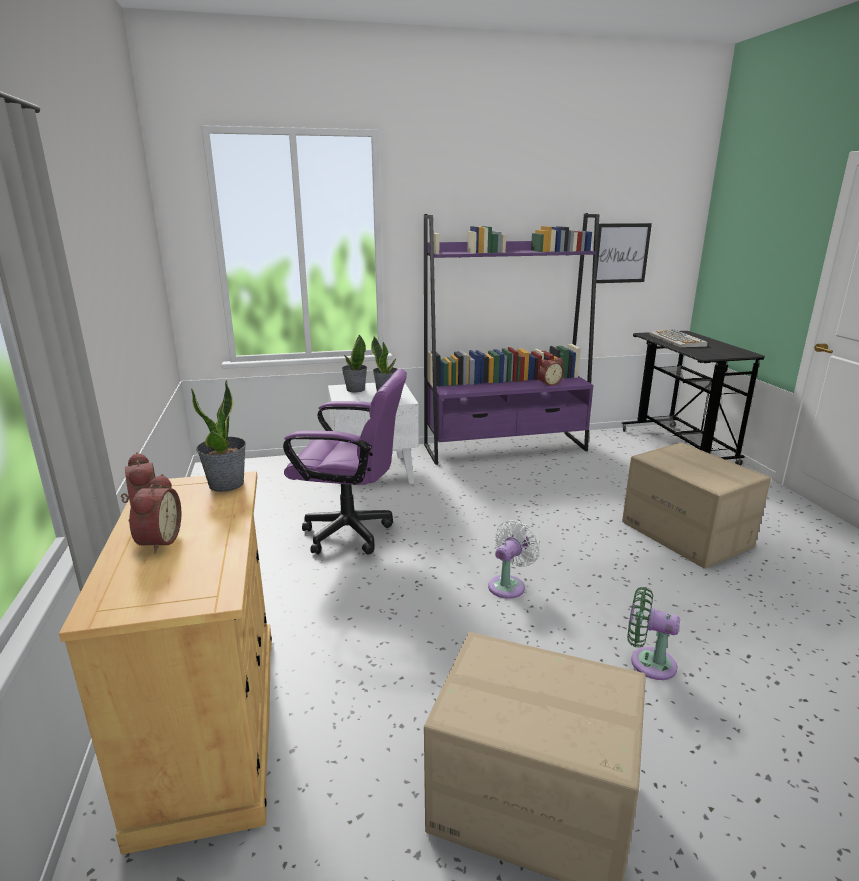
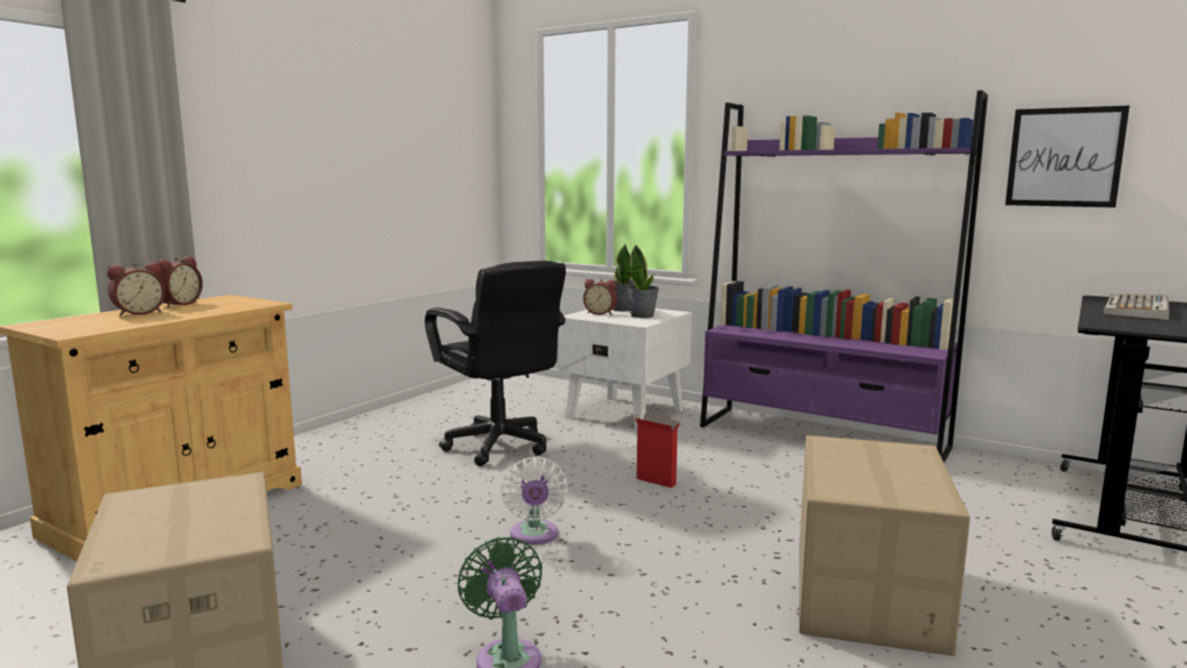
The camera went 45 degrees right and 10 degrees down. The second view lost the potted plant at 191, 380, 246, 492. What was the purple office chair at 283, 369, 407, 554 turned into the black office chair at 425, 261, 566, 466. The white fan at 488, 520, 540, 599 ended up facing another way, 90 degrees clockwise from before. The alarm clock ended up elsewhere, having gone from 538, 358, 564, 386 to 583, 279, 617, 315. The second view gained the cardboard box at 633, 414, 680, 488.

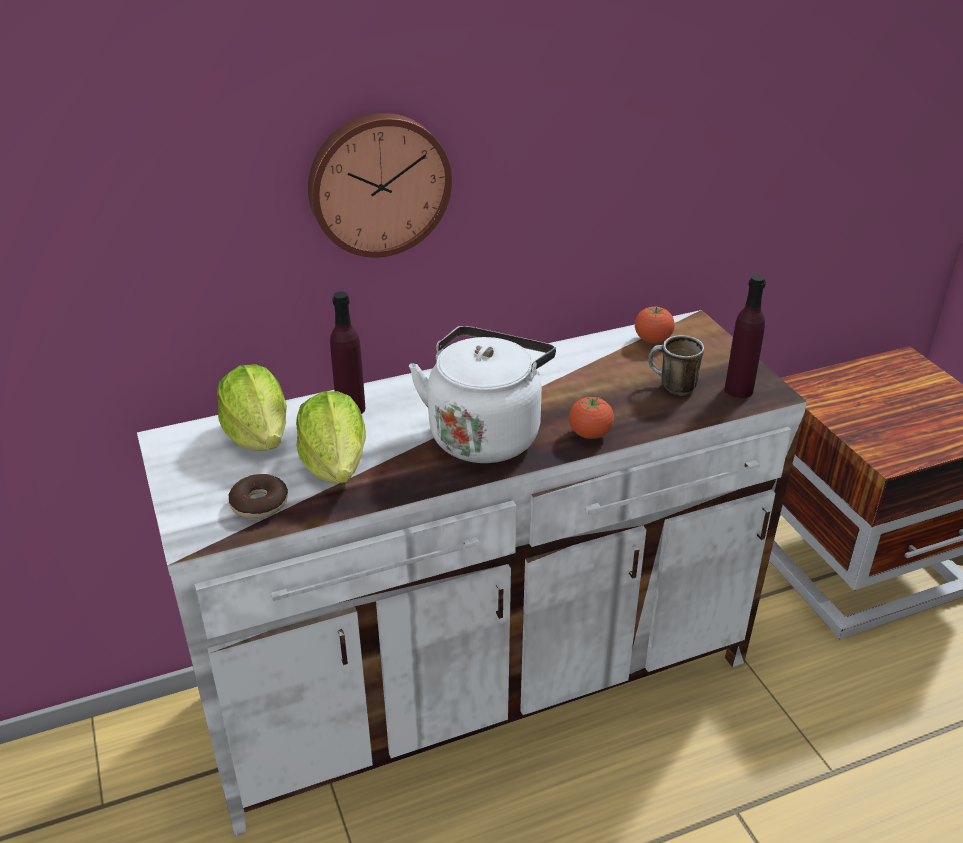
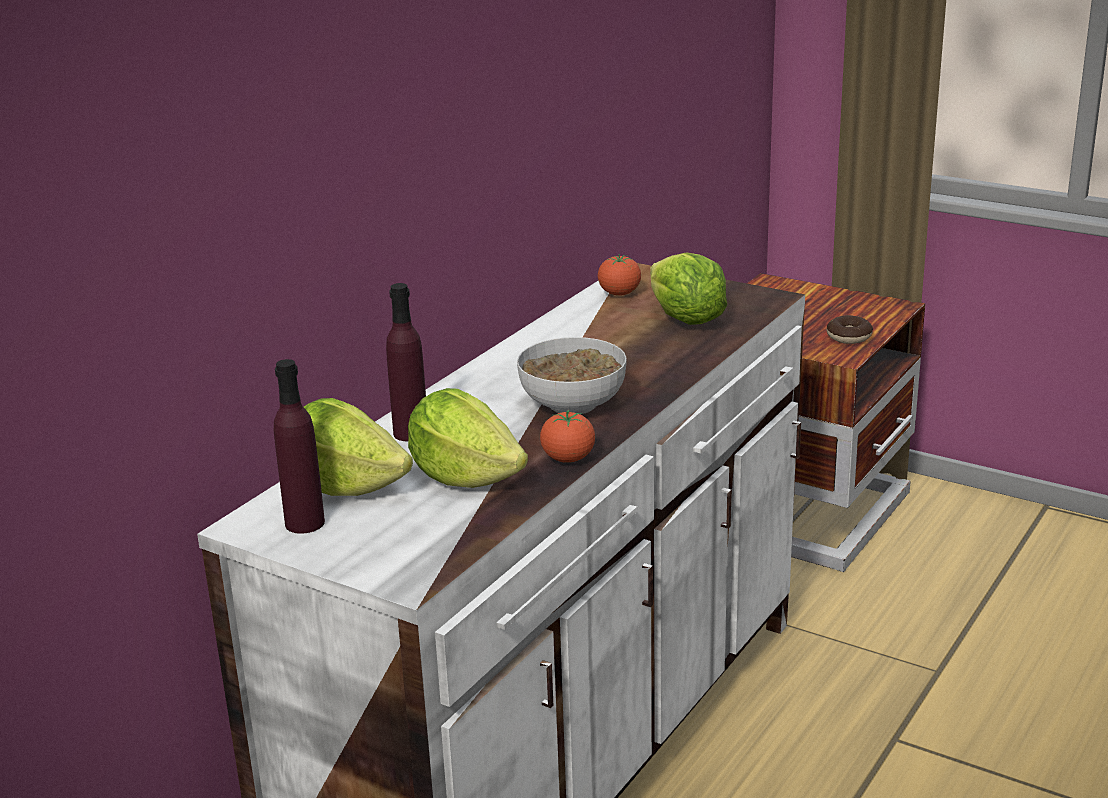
The camera went 35 degrees left and 10 degrees down. The donut ended up elsewhere, having gone from 229, 474, 288, 519 to 827, 315, 873, 344. The second view lost the wall clock at 308, 113, 452, 258. Where the white kettle stood at 409, 326, 556, 463, the bowl came to stand at 517, 337, 627, 415. The tomato ended up elsewhere, having gone from 569, 396, 614, 439 to 540, 409, 595, 463. Where the mug stood at 648, 335, 704, 395, the lettuce came to stand at 650, 252, 727, 325. The purple bottle ended up elsewhere, having gone from 725, 274, 766, 398 to 274, 359, 325, 534.

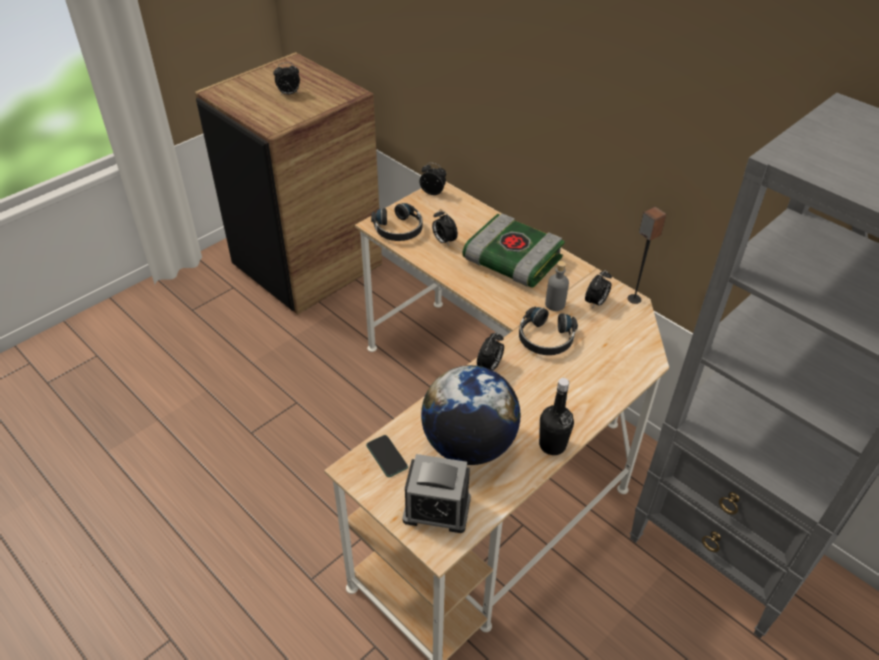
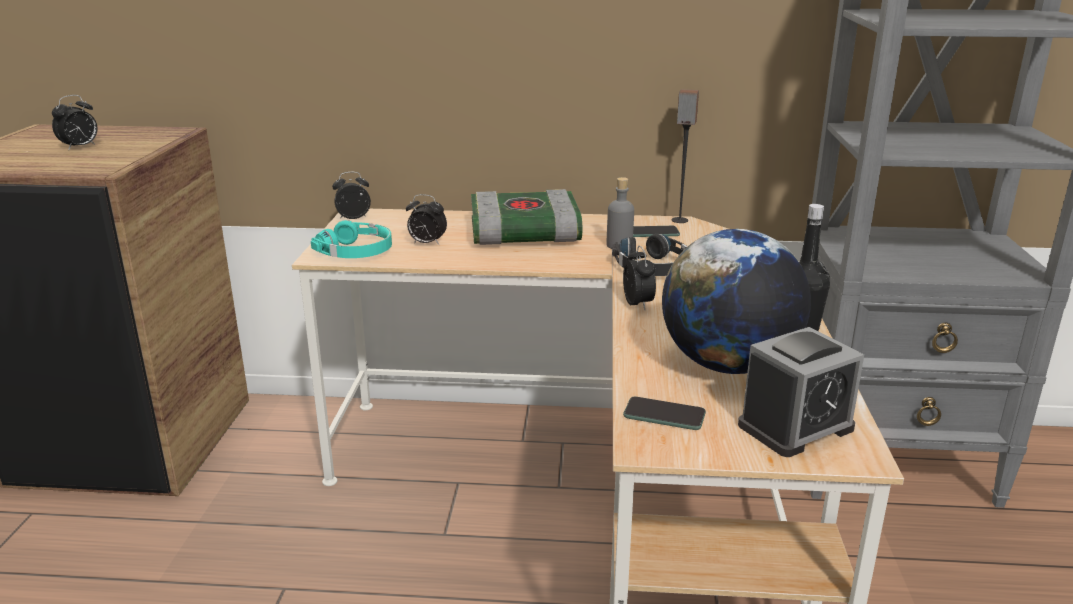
The camera went 40 degrees left and 20 degrees down. What was the black headphones at 371, 203, 423, 241 turned into the turquoise headphones at 311, 220, 392, 258. Where the alarm clock stood at 585, 270, 612, 309, the phone came to stand at 633, 226, 680, 237.

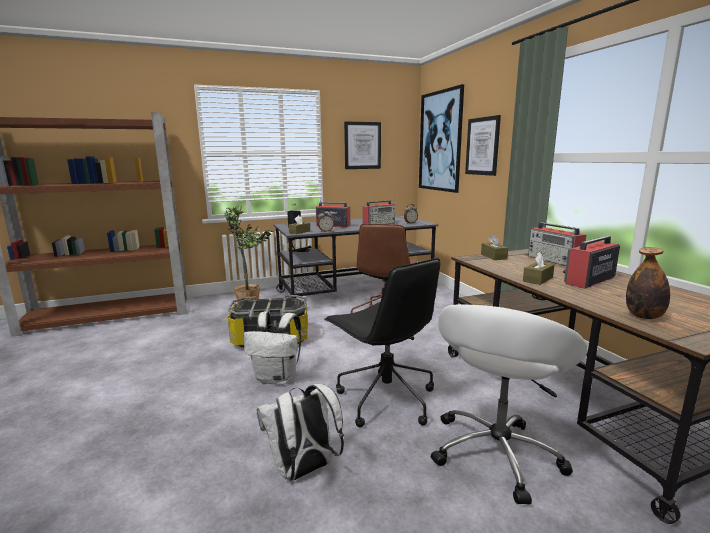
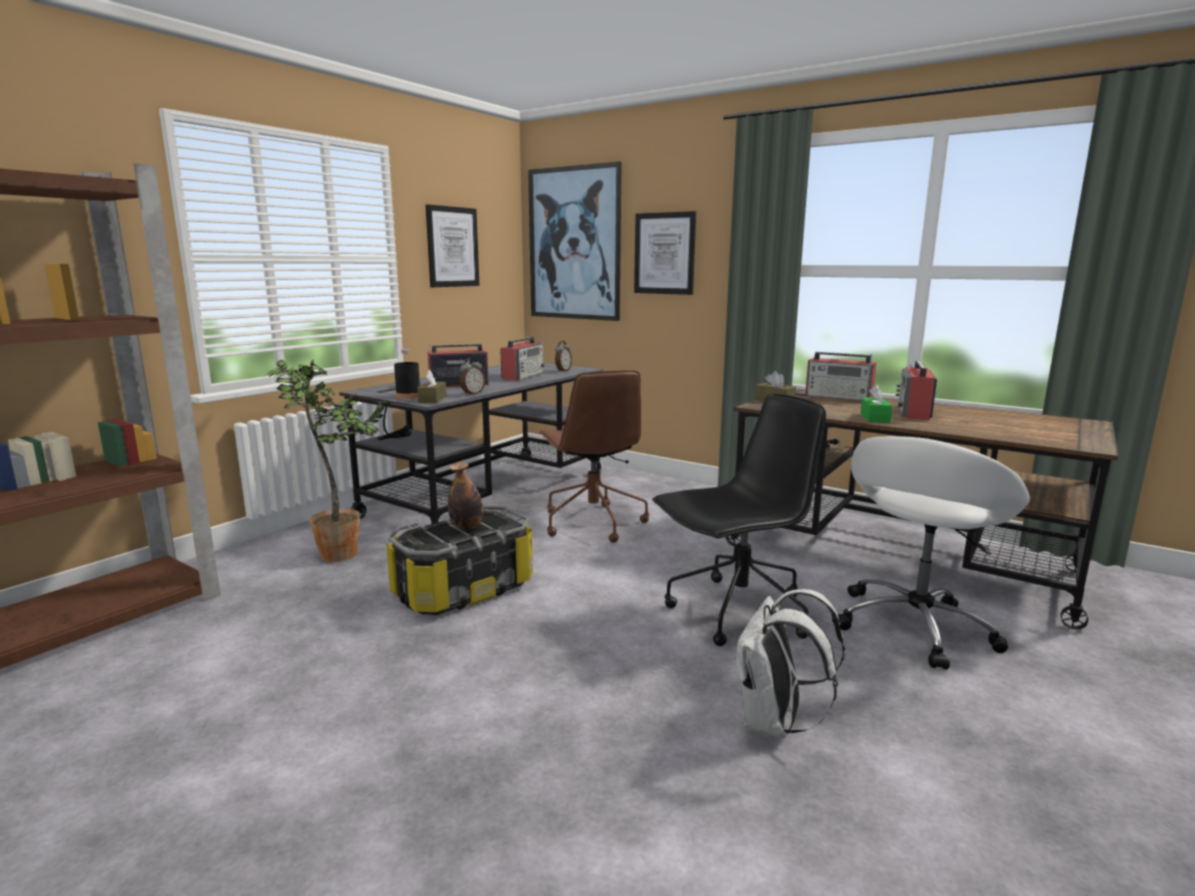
The camera went 35 degrees left and 0 degrees up. The second view lost the white backpack at 244, 312, 301, 385. The black office chair at 324, 258, 440, 427 ended up facing another way, 45 degrees counterclockwise from before. The white office chair at 430, 305, 588, 505 ended up facing another way, 45 degrees clockwise from before. What was the brown tissue box at 523, 252, 554, 285 turned into the green tissue box at 860, 385, 893, 423. The bottle ended up elsewhere, having gone from 626, 247, 670, 319 to 448, 462, 483, 530.

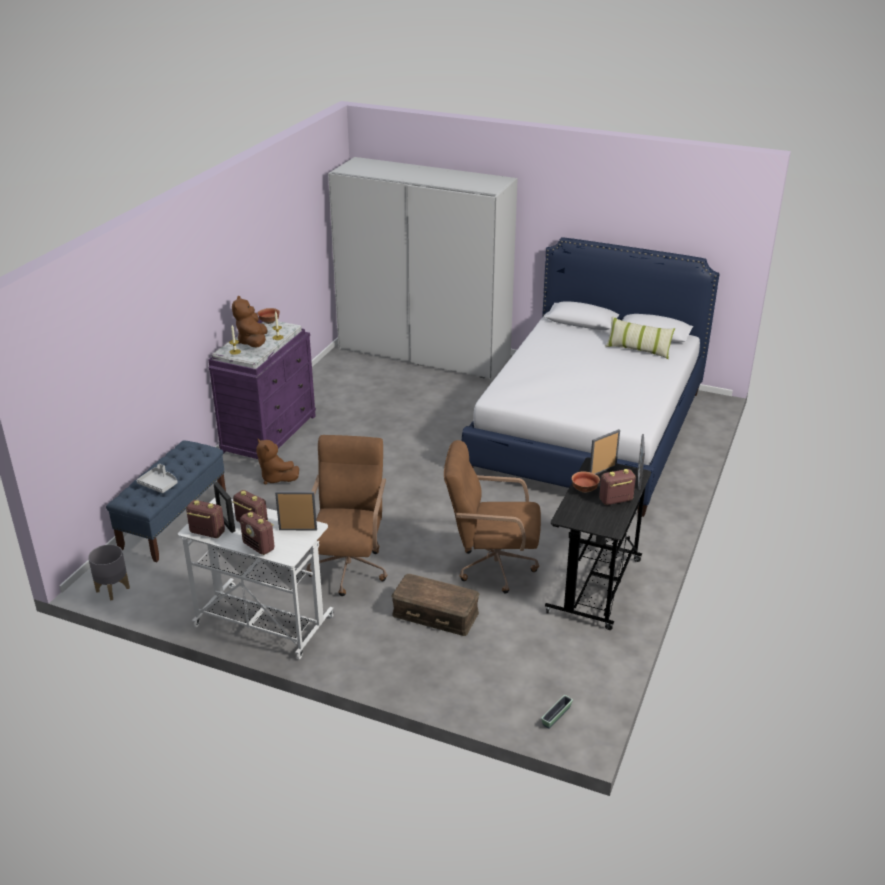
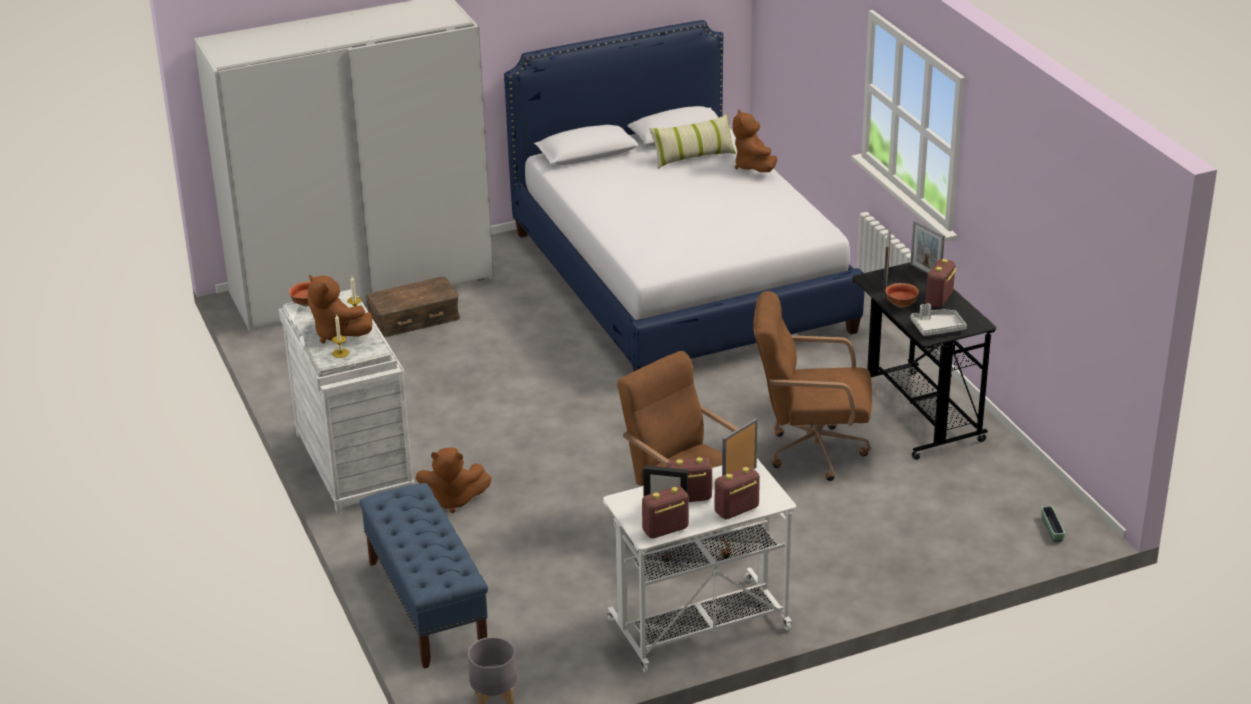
The camera went 45 degrees left and 0 degrees up. The grey tray ended up elsewhere, having gone from 136, 464, 178, 493 to 911, 304, 967, 336. What was the purple dresser at 209, 319, 316, 459 turned into the white dresser at 279, 289, 414, 514. The radio at 240, 511, 274, 555 ended up facing another way, 150 degrees clockwise from before. The brown storage box ended up elsewhere, having gone from 392, 574, 479, 636 to 365, 277, 460, 338. The brown office chair at 444, 440, 541, 594 ended up facing another way, 45 degrees clockwise from before. The second view gained the brown plush toy at 733, 109, 777, 172.

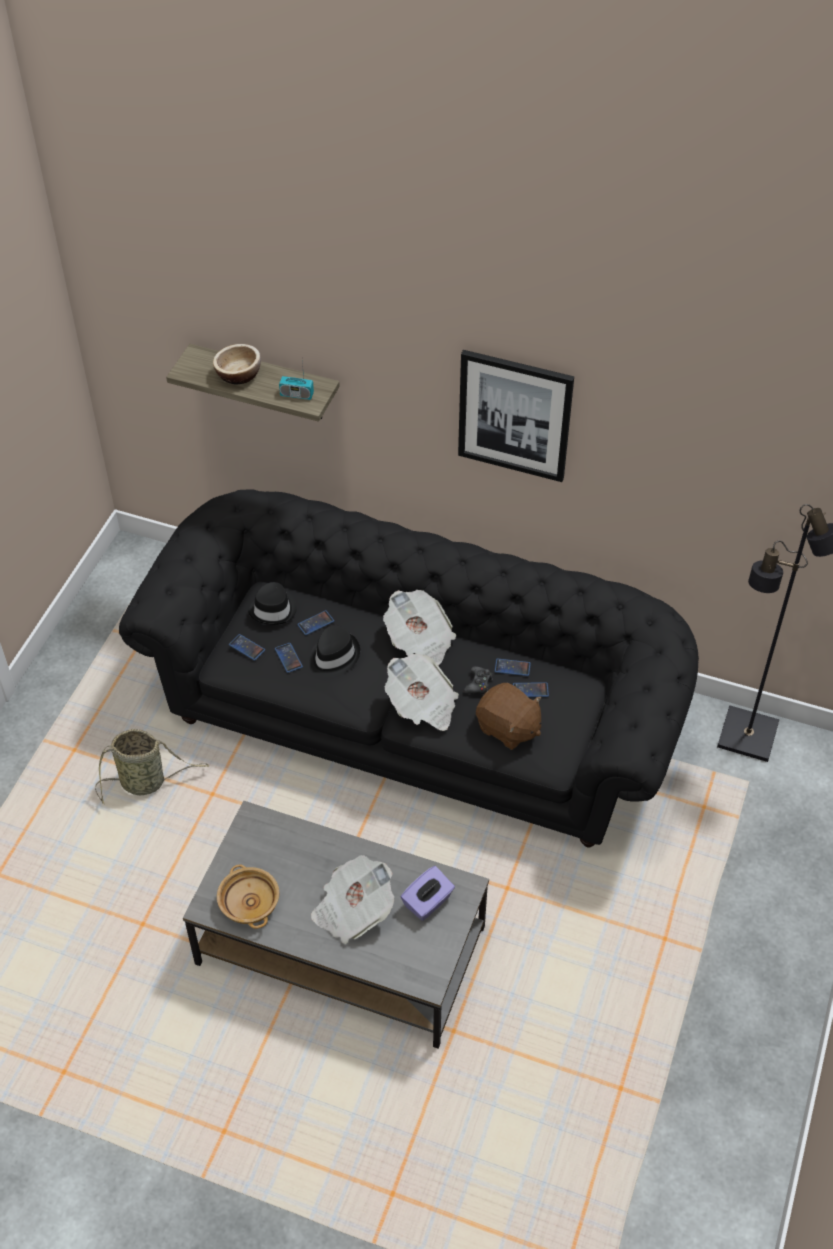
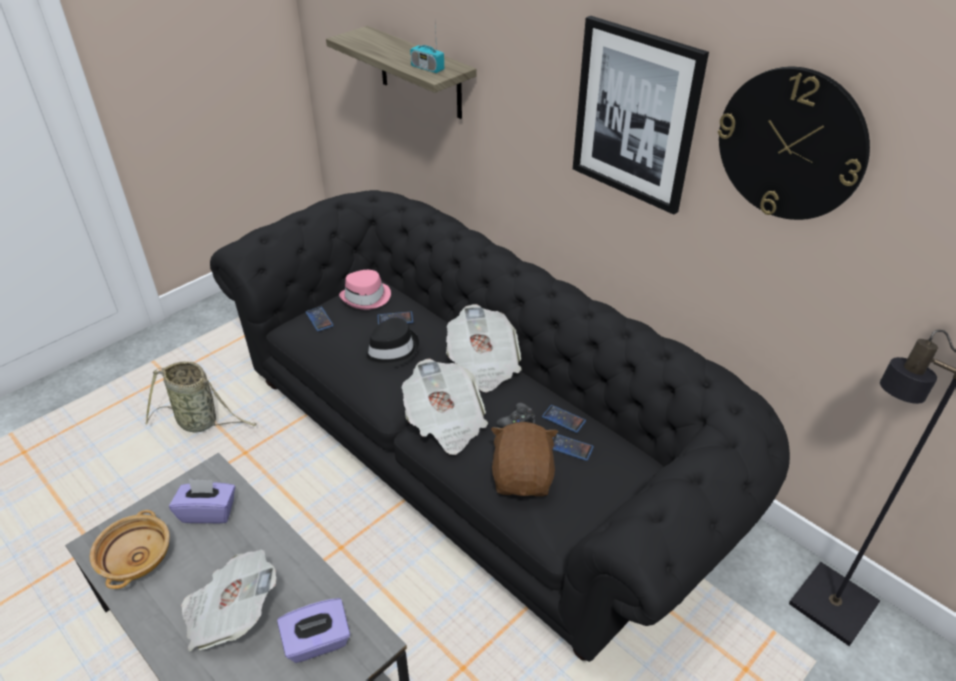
The camera went 25 degrees right and 10 degrees down. The second view lost the bowl at 213, 344, 261, 385. What was the black hat at 248, 582, 297, 625 turned into the pink hat at 339, 270, 391, 310. The second view lost the phone at 275, 643, 303, 673. The brown plush toy at 476, 683, 542, 750 ended up facing another way, 150 degrees counterclockwise from before. The second view gained the purple tissue box at 169, 479, 235, 523. The second view gained the wall clock at 718, 67, 870, 220.

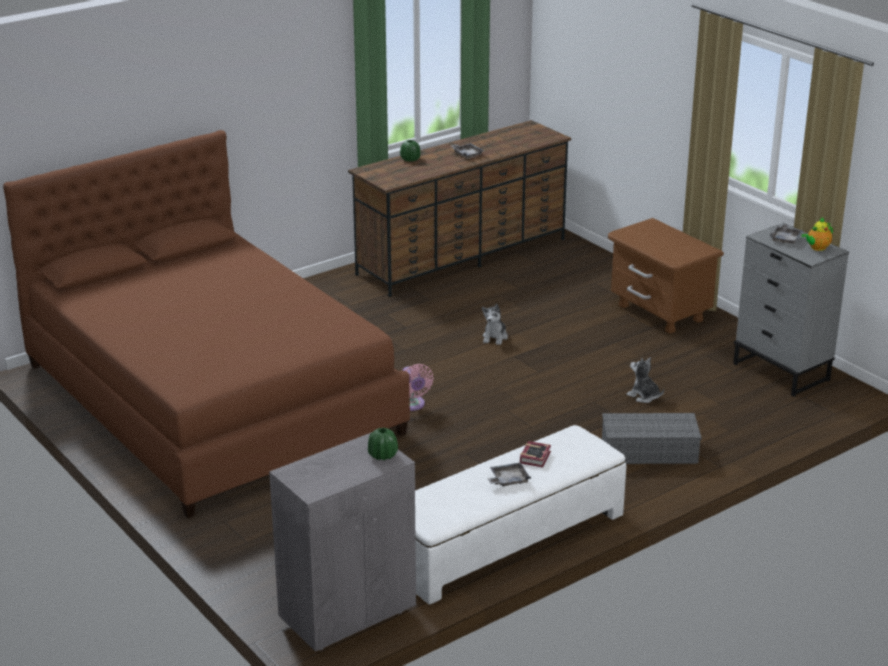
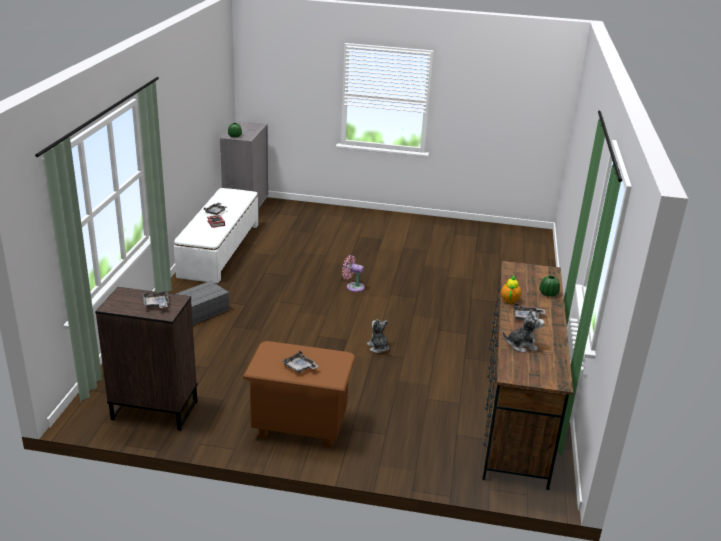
The camera went 135 degrees right and 0 degrees up. The second view lost the brown bed at 3, 130, 410, 518. The plush toy ended up elsewhere, having gone from 626, 357, 664, 403 to 503, 309, 545, 353. What was the grey dresser at 733, 223, 849, 397 turned into the brown dresser at 95, 287, 198, 431. The teapot ended up elsewhere, having gone from 801, 217, 833, 251 to 501, 276, 521, 304. The second view gained the grey tray at 282, 351, 319, 373.

